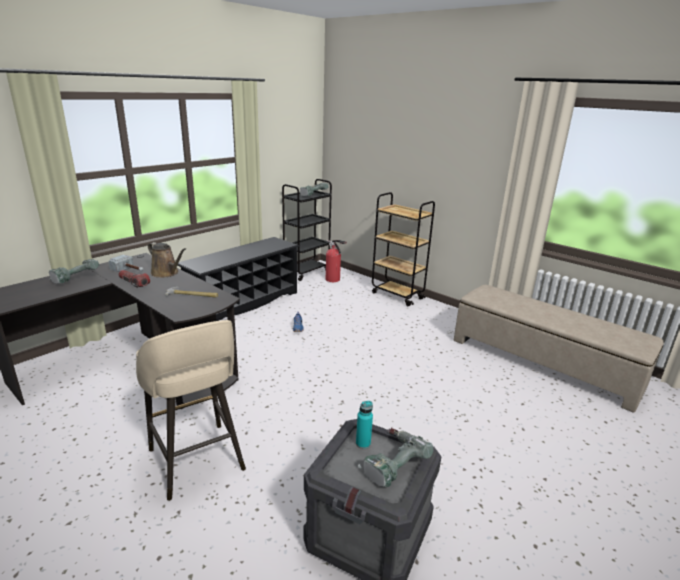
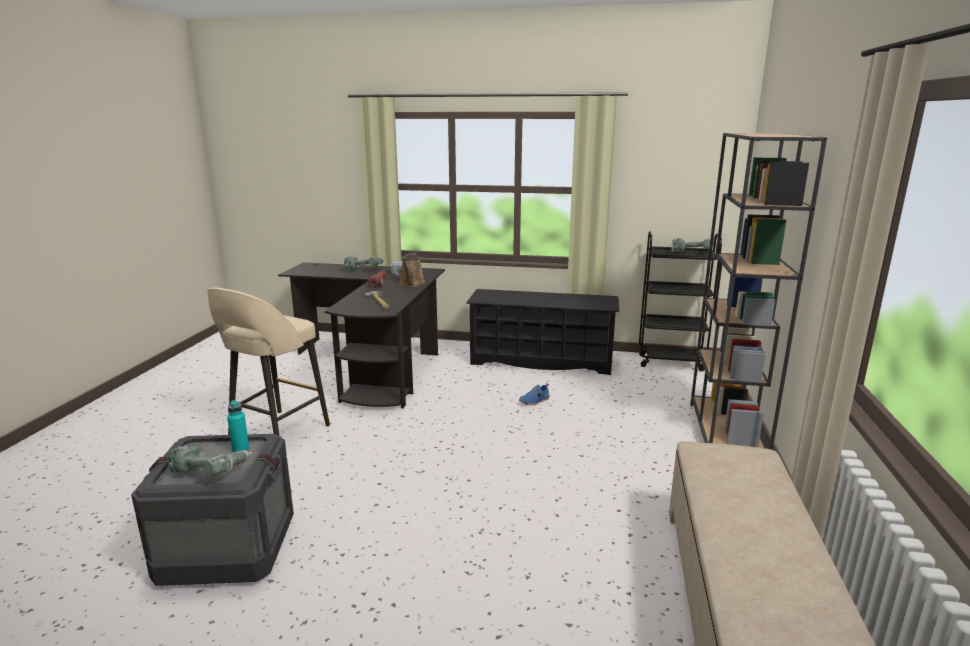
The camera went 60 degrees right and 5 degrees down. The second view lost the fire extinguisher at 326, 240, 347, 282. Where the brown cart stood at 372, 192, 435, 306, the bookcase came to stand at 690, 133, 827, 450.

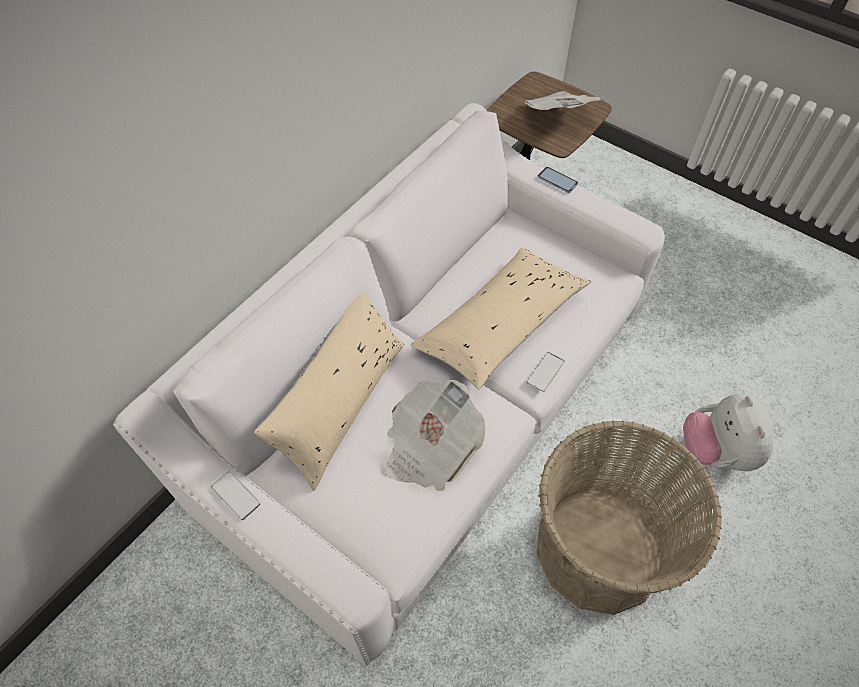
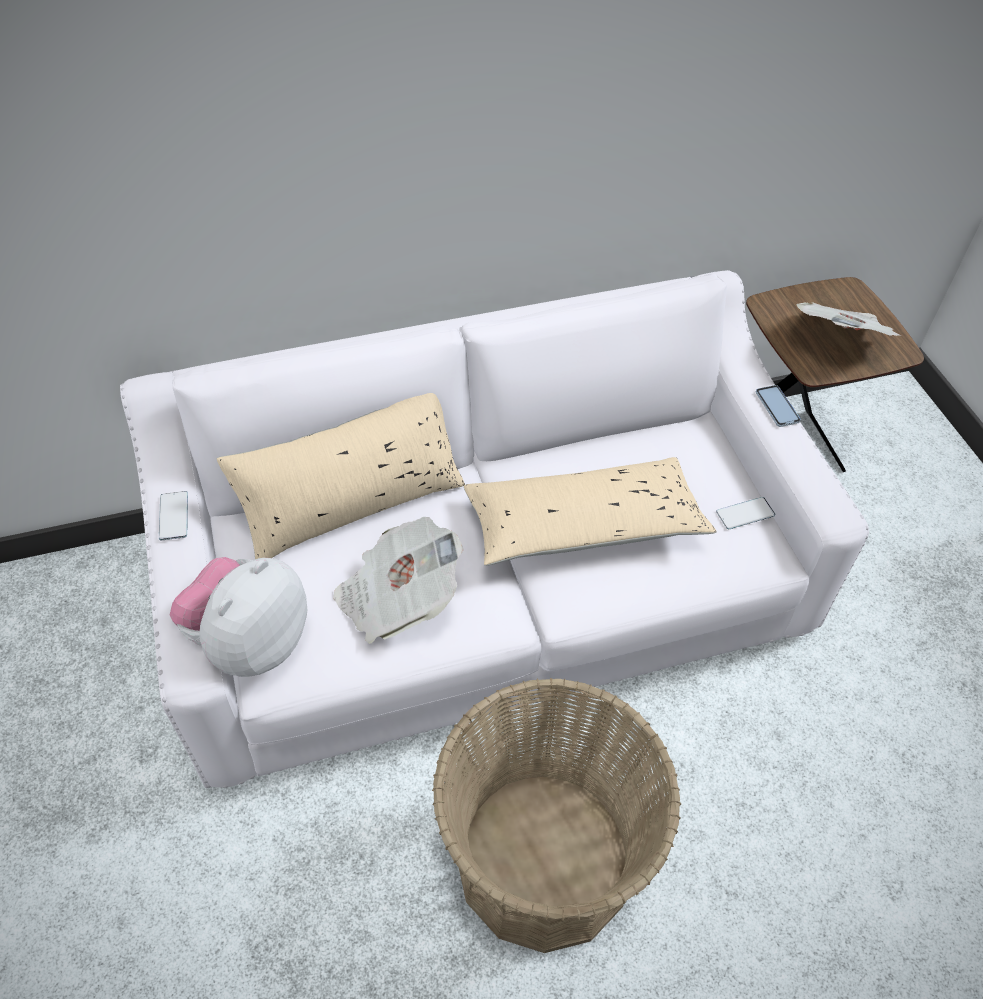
The camera went 35 degrees right and 5 degrees down. The phone ended up elsewhere, having gone from 527, 352, 565, 392 to 716, 497, 776, 529. The plush toy ended up elsewhere, having gone from 683, 394, 774, 471 to 170, 557, 307, 677.

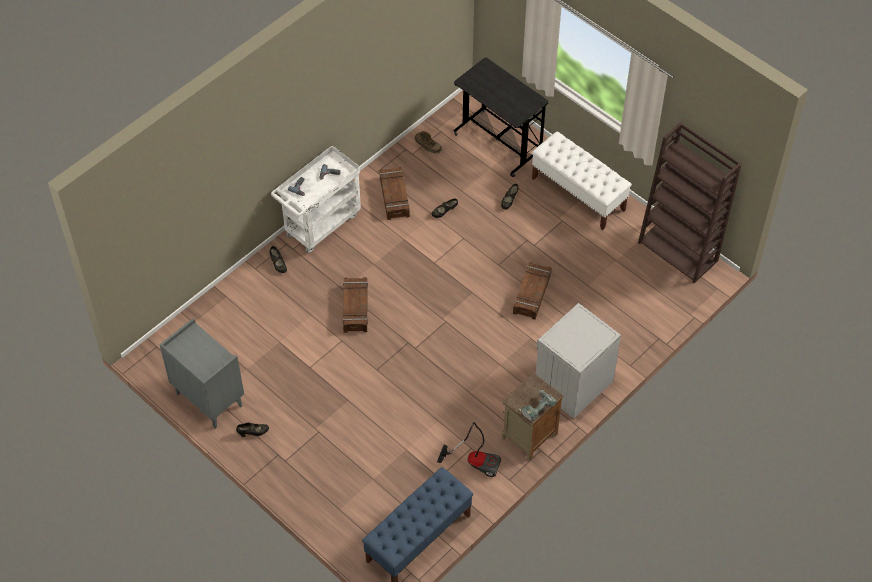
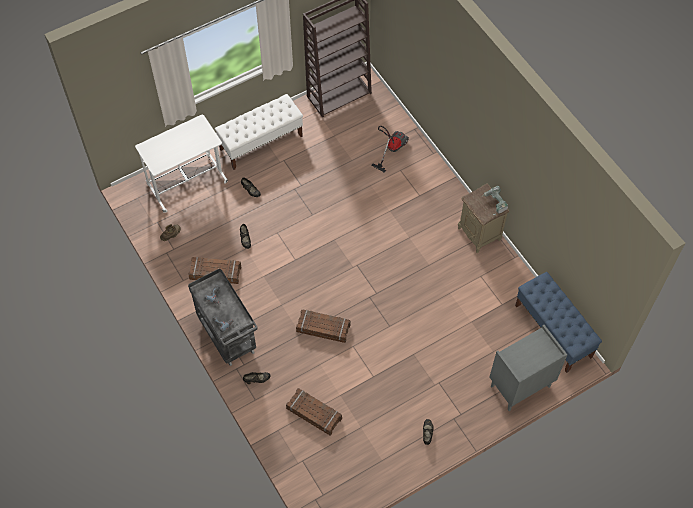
The camera went 75 degrees left and 5 degrees up. The grey cabinet ended up elsewhere, having gone from 160, 318, 244, 429 to 490, 325, 567, 411. What was the white cart at 271, 146, 361, 253 turned into the black cart at 188, 269, 258, 366. The vacuum cleaner ended up elsewhere, having gone from 437, 422, 501, 477 to 371, 126, 409, 173. What was the black desk at 453, 57, 548, 177 turned into the white desk at 135, 115, 228, 213. The crate ended up elsewhere, having gone from 513, 262, 552, 320 to 286, 388, 342, 436. The second view lost the white washing machine at 536, 303, 621, 419.

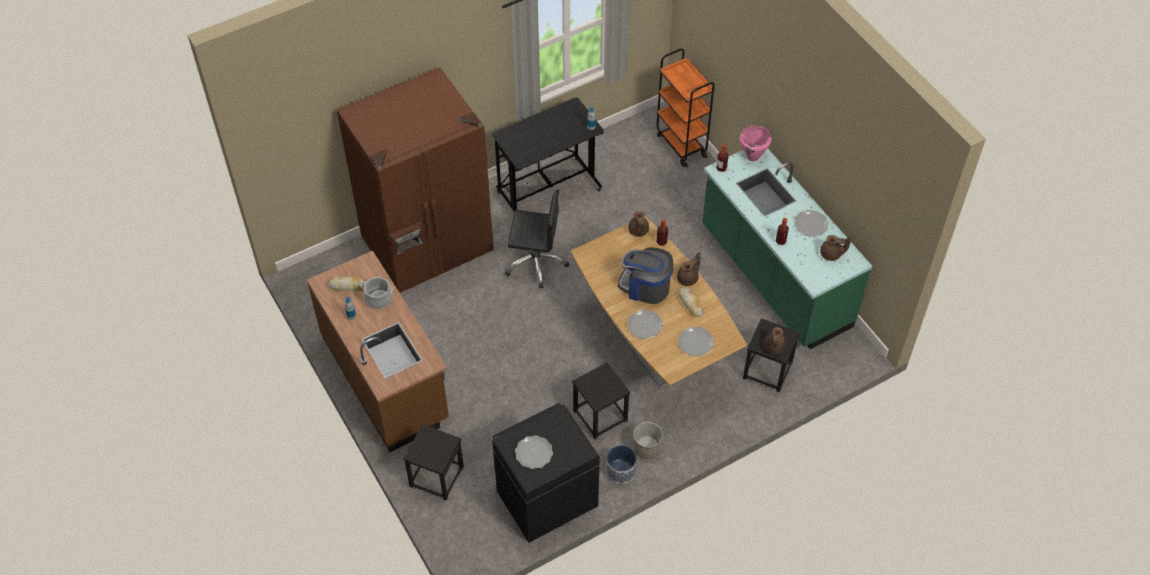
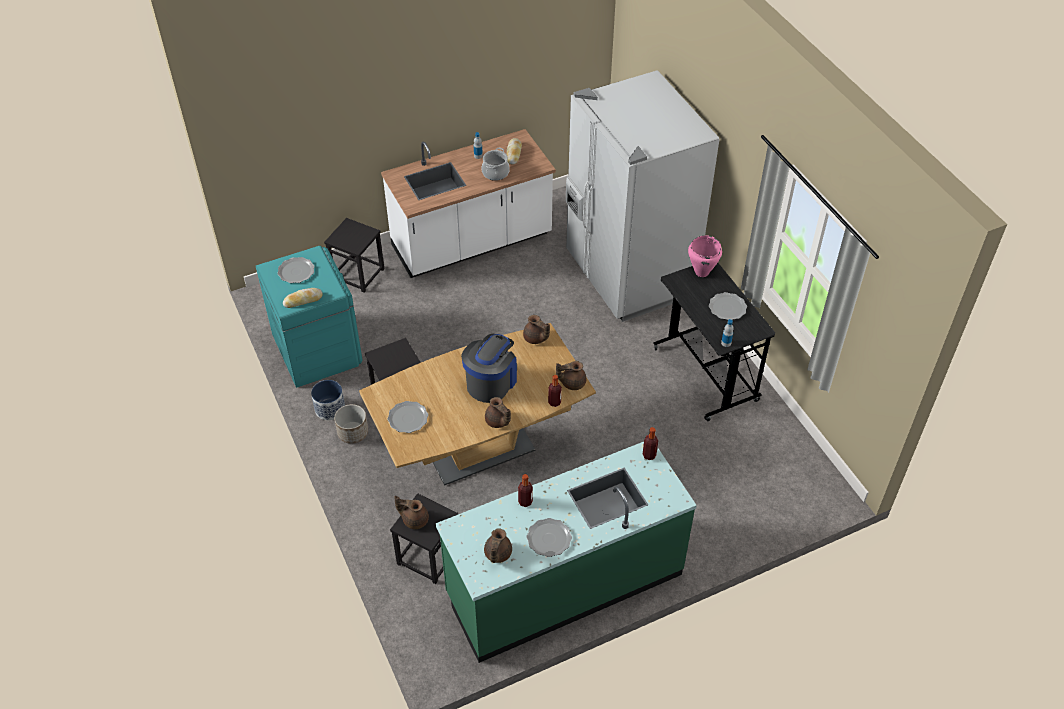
The camera went 95 degrees right and 5 degrees down. What was the brown counter at 307, 251, 449, 452 turned into the white counter at 381, 129, 556, 278. What was the brown fridge at 337, 68, 494, 293 turned into the white fridge at 566, 70, 719, 322. What was the black washing machine at 492, 403, 600, 543 turned into the turquoise washing machine at 256, 246, 362, 388. The second view lost the black office chair at 505, 190, 569, 289. The plate ended up elsewhere, having gone from 627, 309, 663, 339 to 709, 292, 747, 320. The second view lost the orange cart at 657, 48, 714, 167. The bread ended up elsewhere, having gone from 679, 287, 703, 317 to 283, 288, 323, 308. The pink cooking pot ended up elsewhere, having gone from 740, 126, 772, 161 to 688, 235, 722, 277. The second view gained the brown teapot at 523, 315, 550, 344.

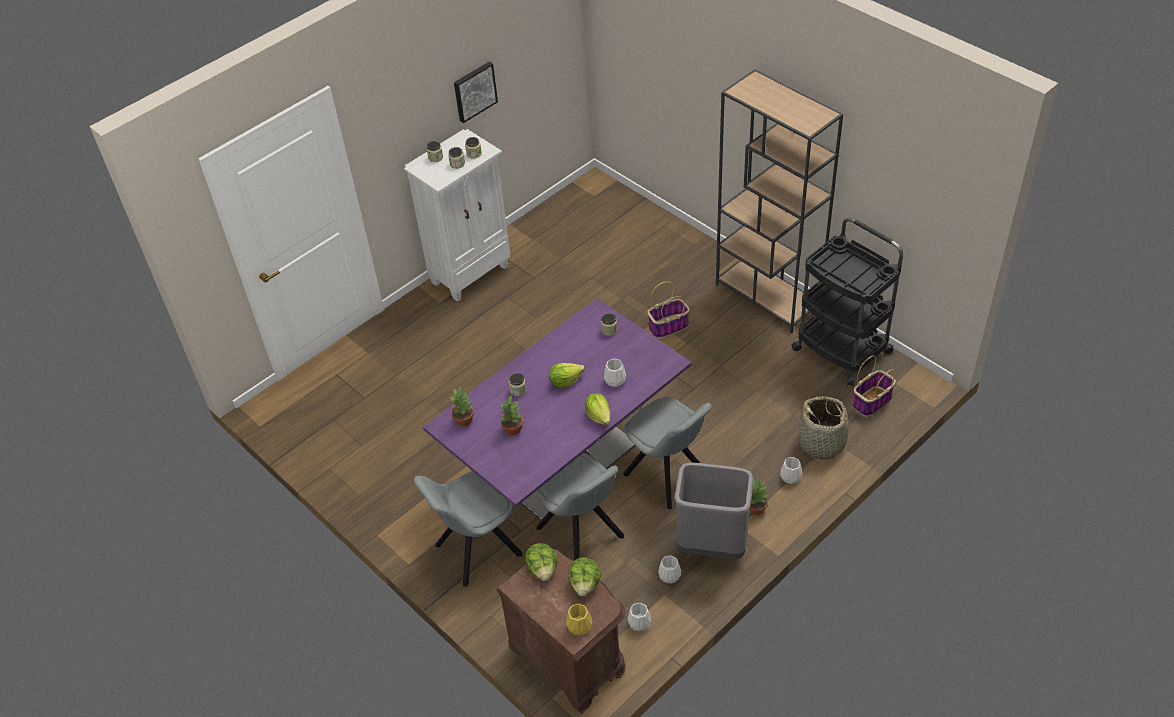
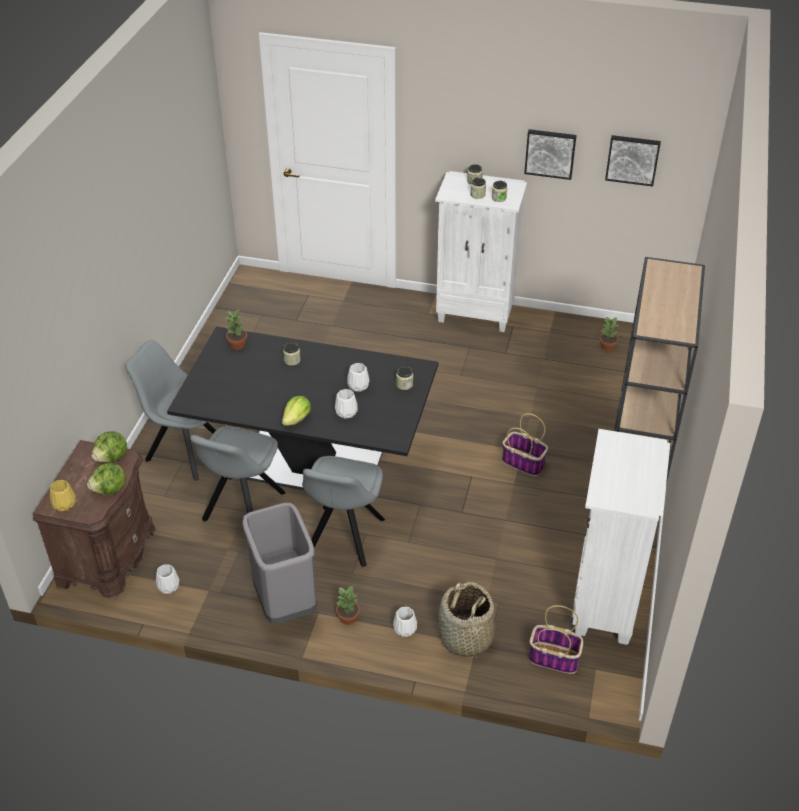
The camera went 55 degrees right and 5 degrees down. What was the purple dining table at 423, 298, 692, 520 turned into the black dining table at 167, 326, 438, 490. The potted plant ended up elsewhere, having gone from 500, 395, 523, 435 to 599, 317, 619, 351. The second view lost the lettuce at 549, 363, 585, 388. The white vase ended up elsewhere, having gone from 658, 556, 681, 584 to 347, 363, 370, 392. Where the black cart stood at 791, 218, 903, 386, the white cabinet came to stand at 572, 429, 670, 645. The second view gained the picture at 605, 135, 661, 187.

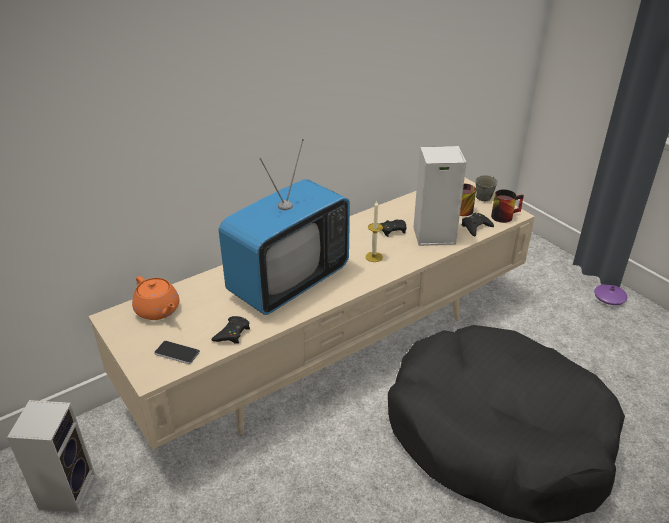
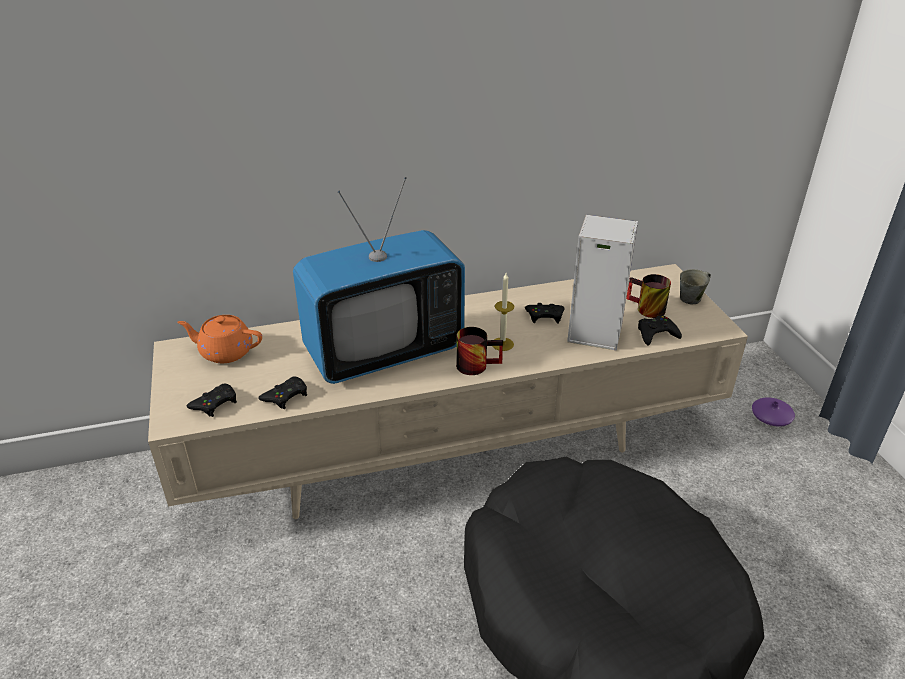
The camera went 20 degrees right and 0 degrees up. The second view lost the speaker at 7, 400, 95, 513. The orange teapot at 132, 276, 179, 320 ended up facing another way, 120 degrees clockwise from before. Where the phone stood at 154, 341, 200, 364, the black game controller came to stand at 186, 384, 237, 417. The mug ended up elsewhere, having gone from 491, 189, 524, 223 to 456, 327, 503, 375. The purple vase ended up elsewhere, having gone from 594, 284, 627, 305 to 752, 397, 795, 426.

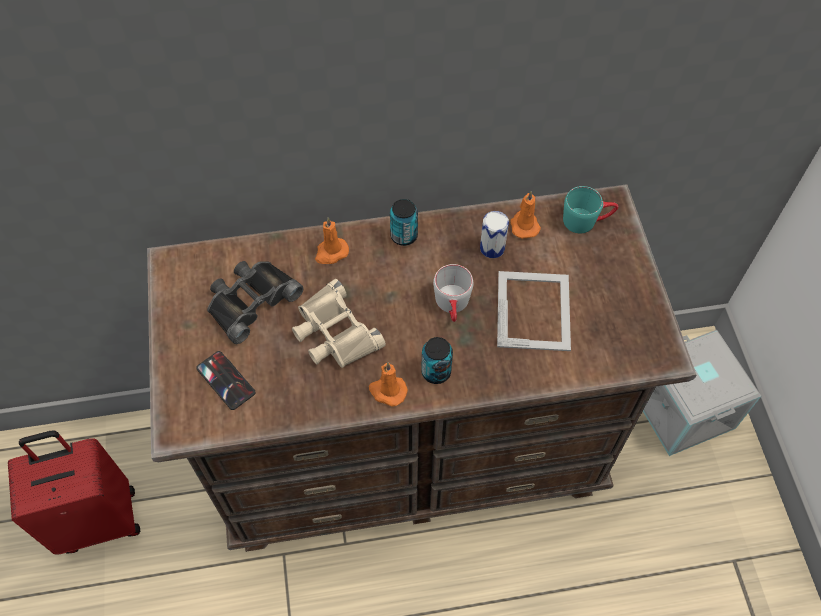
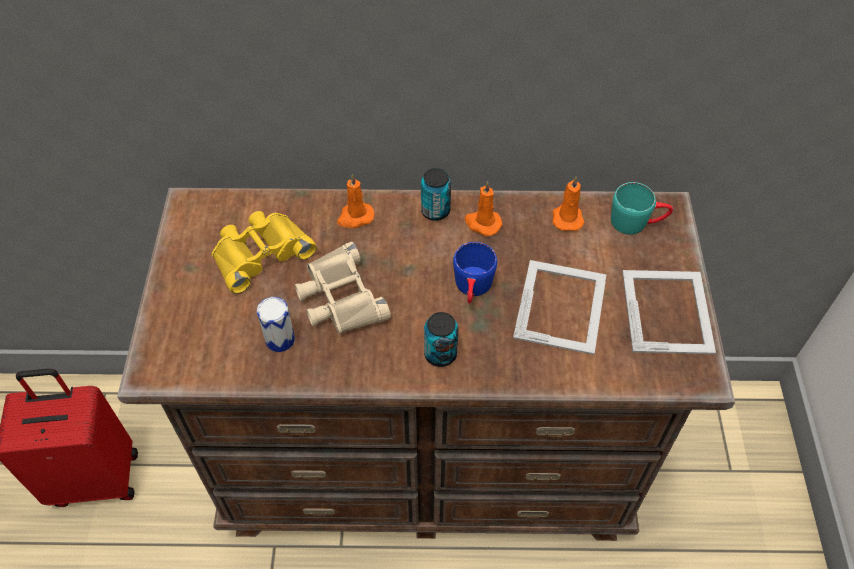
The camera went 10 degrees right and 5 degrees down. The second view lost the phone at 196, 351, 256, 410. What was the black binoculars at 207, 261, 303, 344 turned into the yellow binoculars at 212, 211, 317, 294. The orange candle ended up elsewhere, having gone from 369, 362, 408, 407 to 465, 181, 502, 236. What was the grey mug at 433, 264, 473, 322 turned into the blue mug at 453, 242, 497, 304. The can ended up elsewhere, having gone from 480, 211, 509, 258 to 257, 297, 295, 352. The second view lost the grey storage box at 643, 329, 761, 456. The second view gained the picture frame at 622, 270, 716, 354.

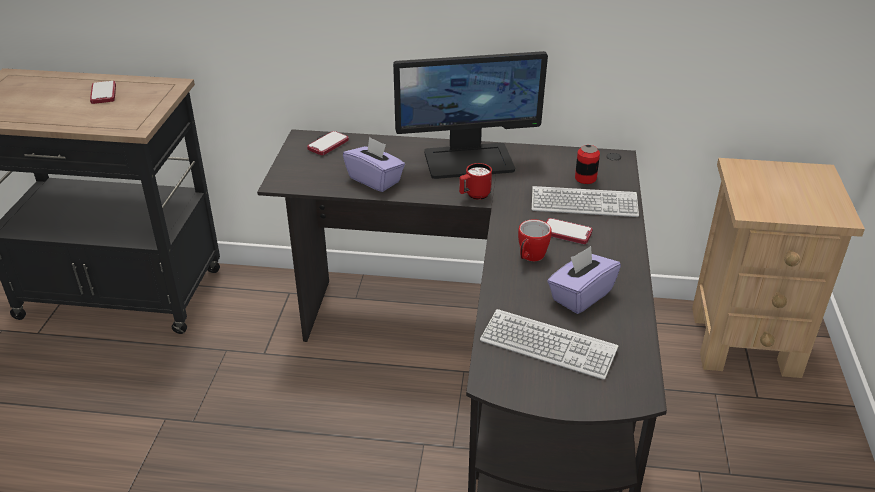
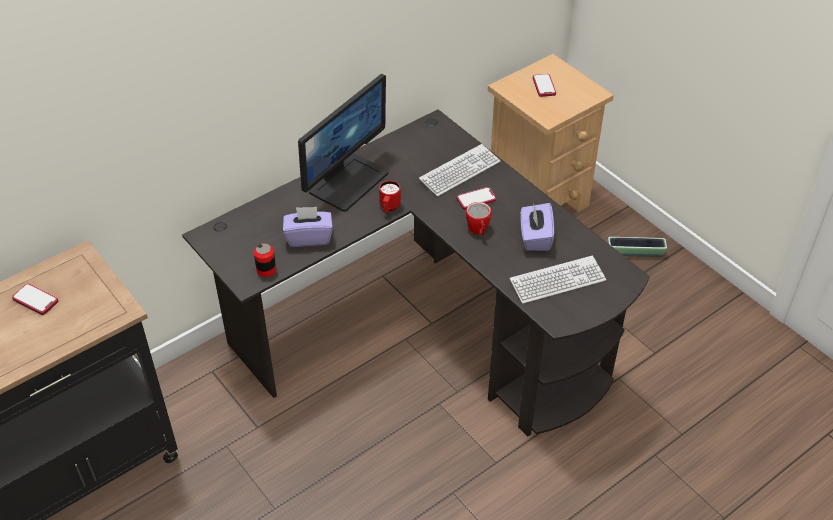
The camera went 45 degrees left and 10 degrees up. The phone ended up elsewhere, having gone from 307, 131, 349, 155 to 533, 74, 556, 97. The can ended up elsewhere, having gone from 575, 145, 600, 184 to 254, 243, 276, 277. The second view gained the planter at 608, 237, 667, 257.

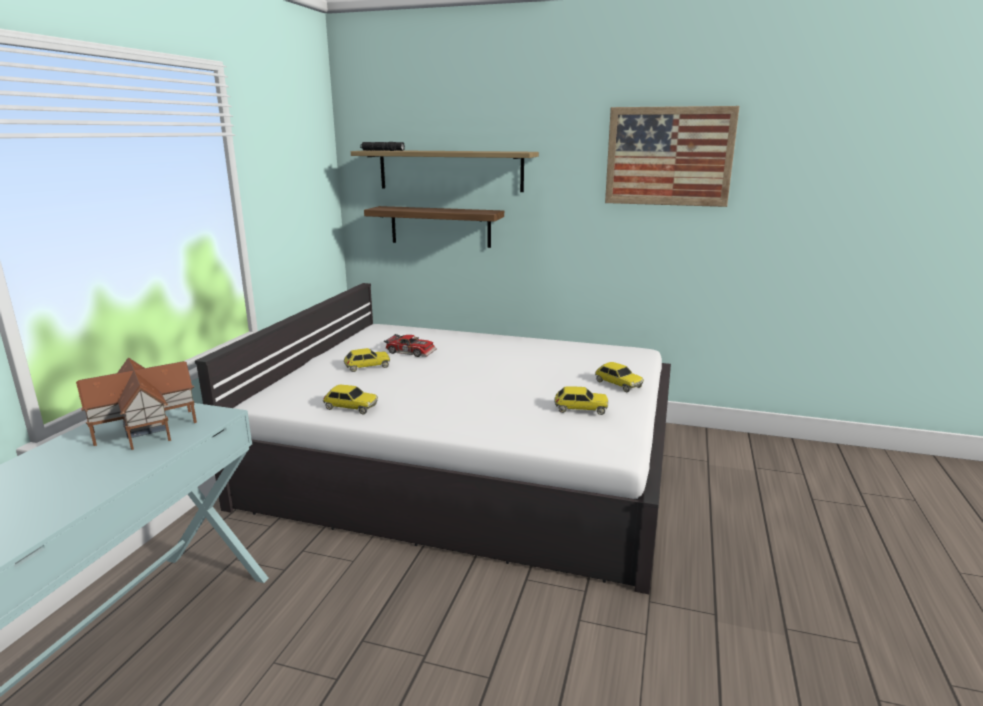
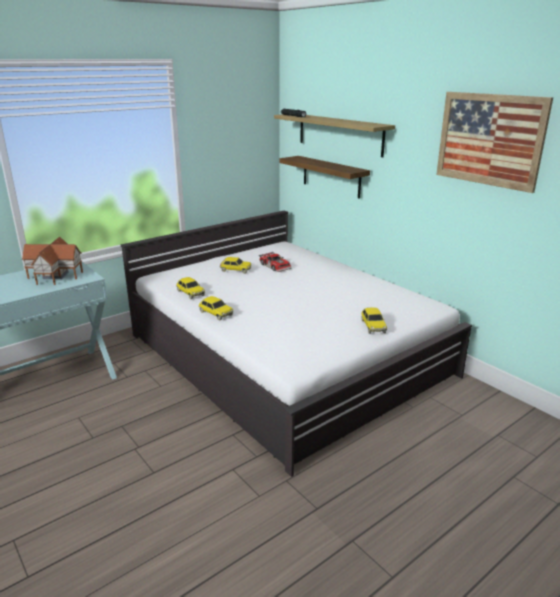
The camera went 35 degrees right and 5 degrees up. The toy car ended up elsewhere, having gone from 554, 386, 608, 415 to 199, 296, 233, 321.

